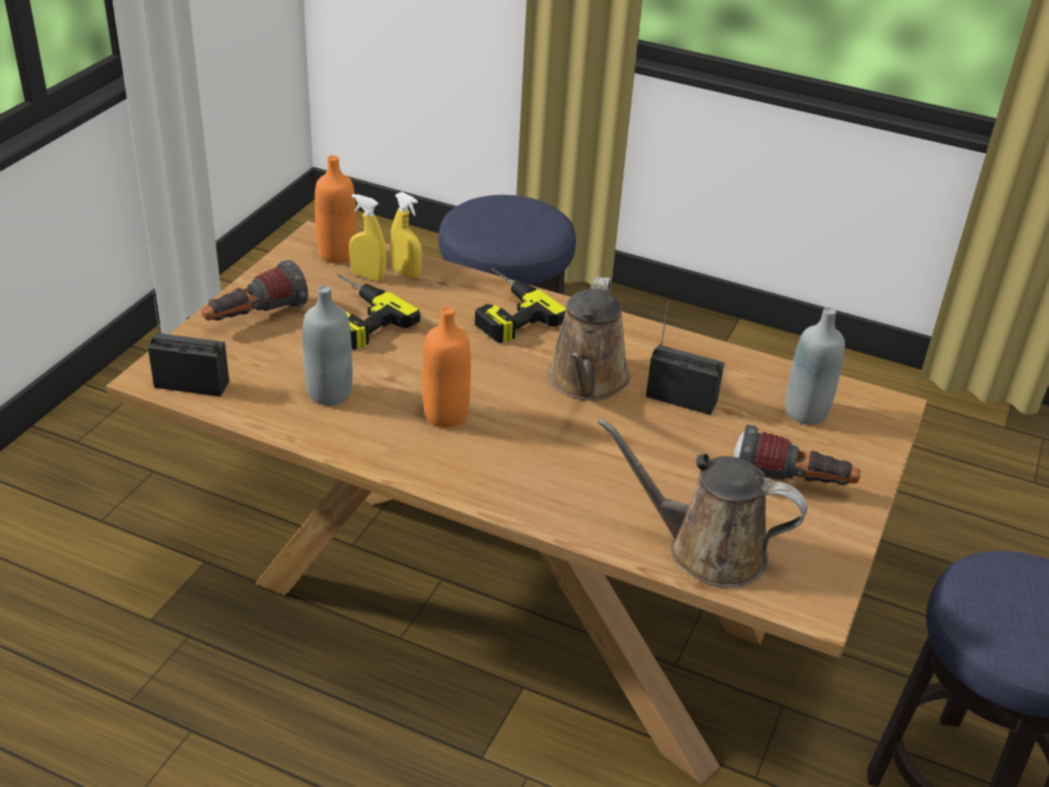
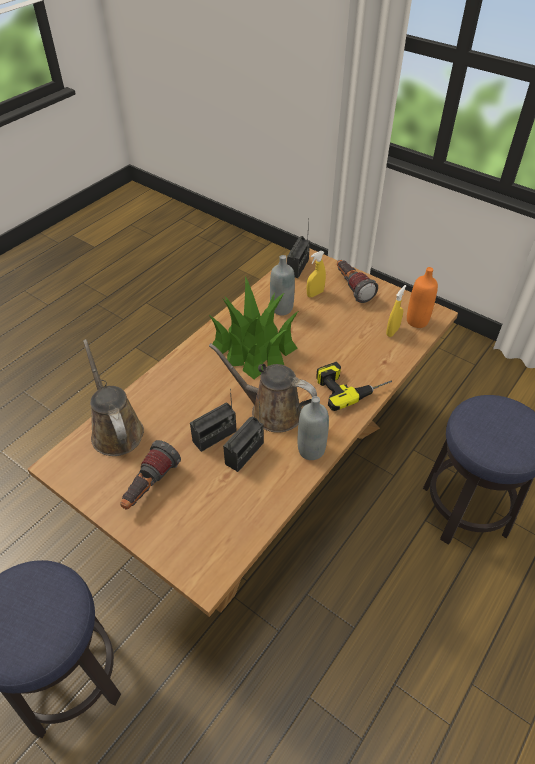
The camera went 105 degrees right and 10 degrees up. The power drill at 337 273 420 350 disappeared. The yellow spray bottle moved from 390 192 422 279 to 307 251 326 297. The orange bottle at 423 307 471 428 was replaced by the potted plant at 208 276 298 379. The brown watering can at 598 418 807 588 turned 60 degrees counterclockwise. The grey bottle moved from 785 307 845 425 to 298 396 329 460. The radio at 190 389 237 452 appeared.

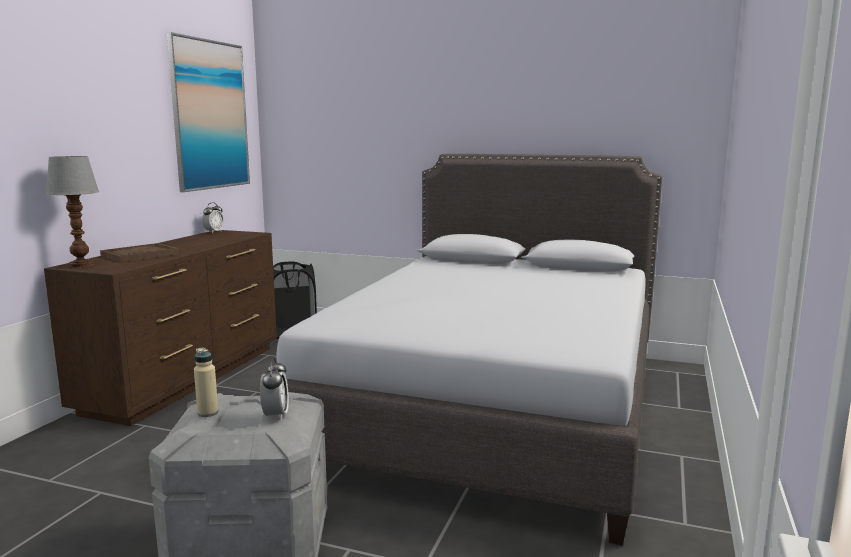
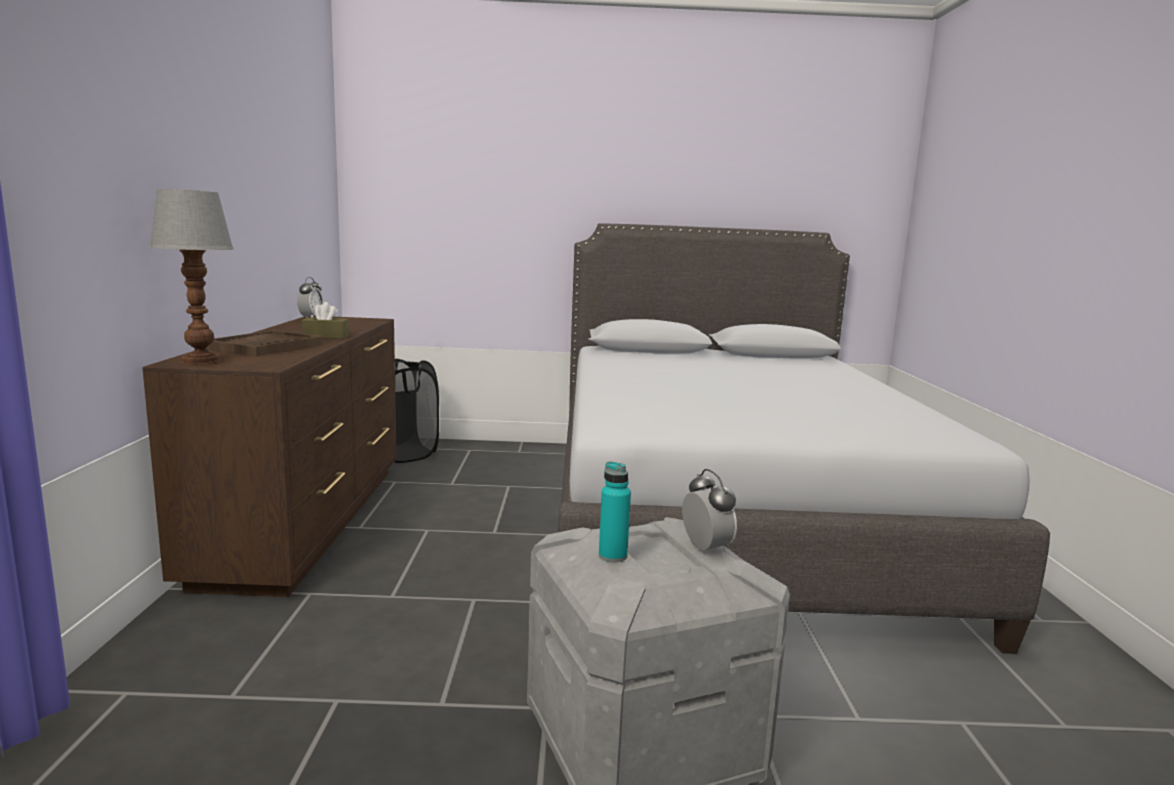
The camera went 20 degrees left and 0 degrees up. The picture at 167 32 250 192 disappeared. The beige bottle at 194 348 218 417 became the turquoise bottle at 599 462 631 562. The brown tissue box at 302 302 349 339 appeared.

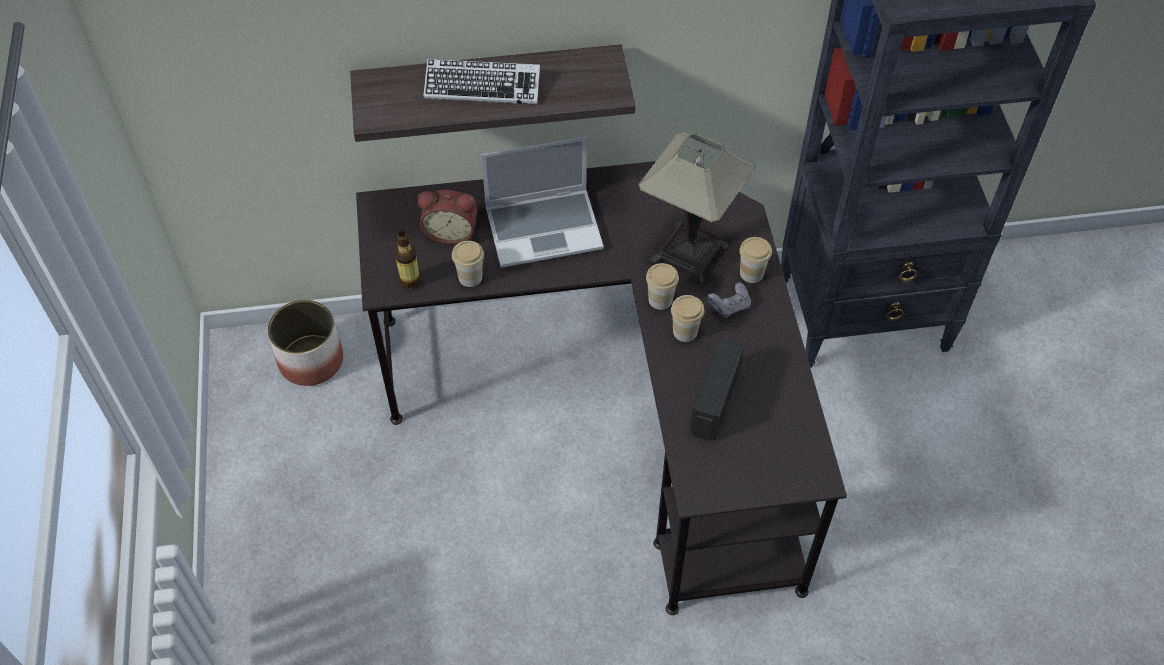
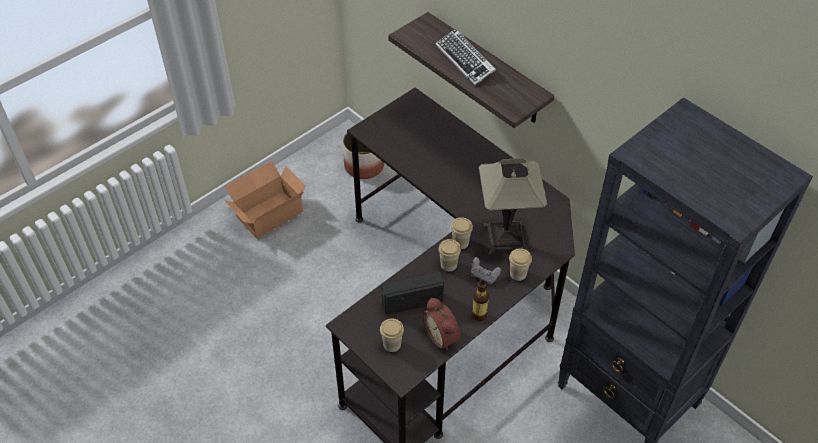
The camera went 55 degrees right and 5 degrees down. The bottle moved from 395 230 421 290 to 472 280 489 321. The alarm clock moved from 418 190 477 244 to 423 297 460 351. The cup moved from 452 241 484 287 to 380 319 404 352. The laptop at 481 137 604 268 disappeared. The cardboard box at 224 161 306 239 appeared.

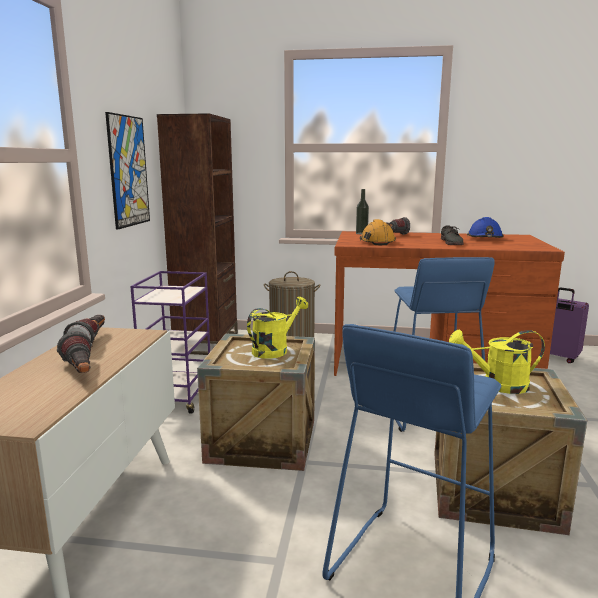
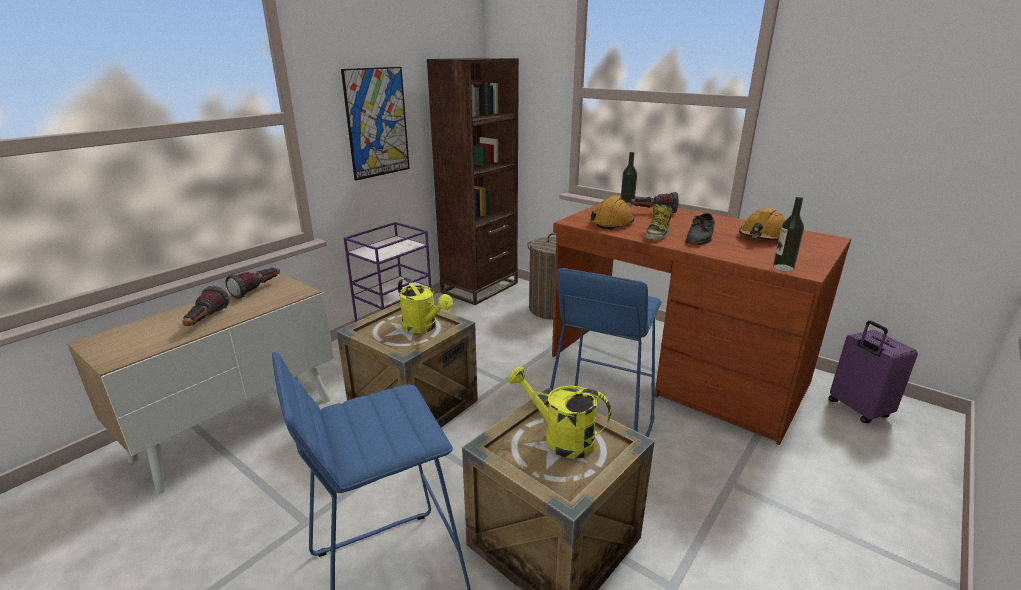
The camera went 30 degrees right and 10 degrees up. The yellow watering can at 247 297 308 359 turned 60 degrees clockwise. The blue hard hat at 467 217 504 238 became the orange hard hat at 739 208 785 241. The boot at 645 204 672 241 appeared. The bottle at 773 197 804 272 appeared.

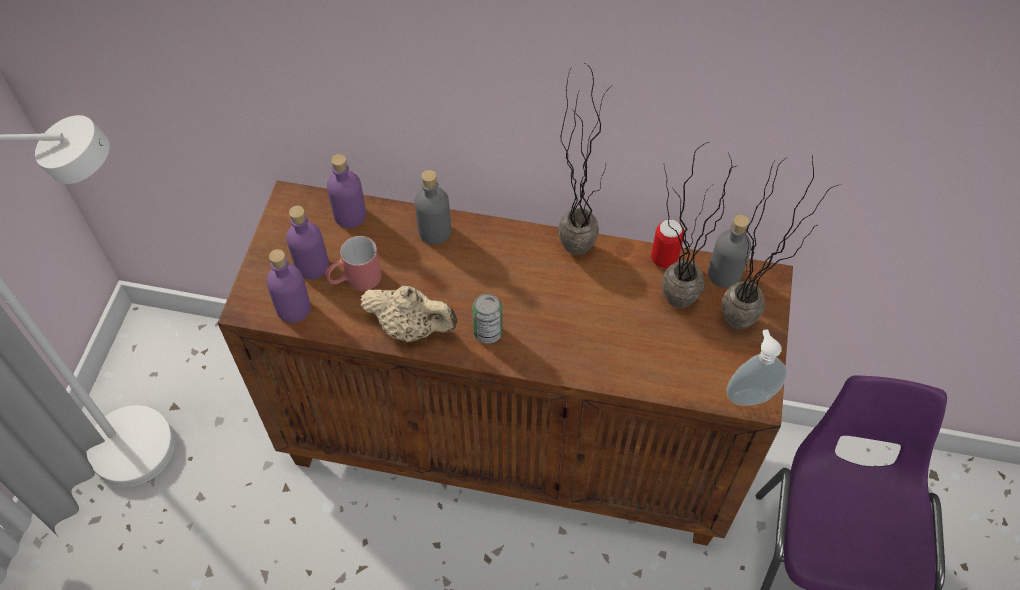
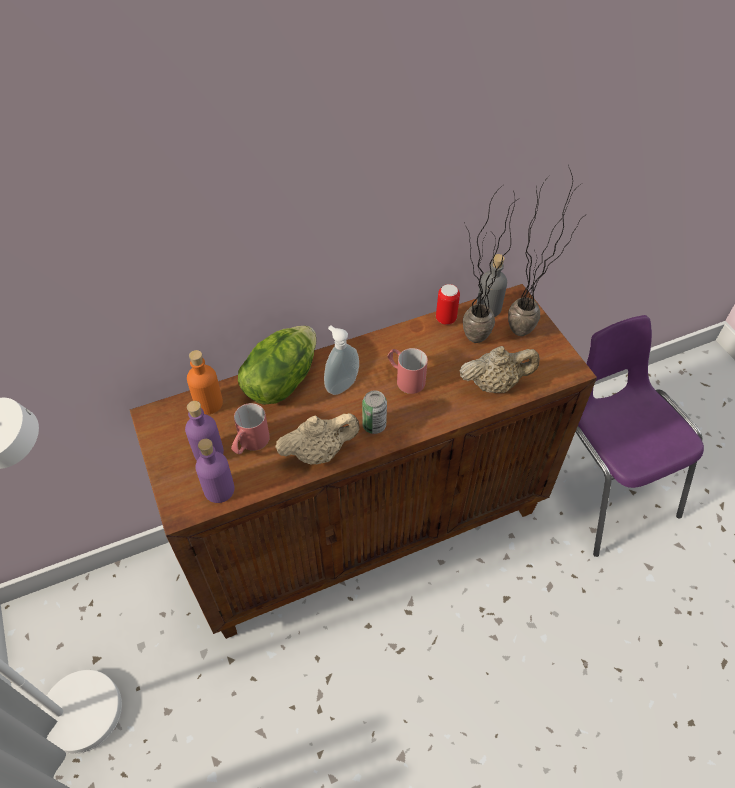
The camera went 35 degrees left and 5 degrees down. The purple bottle at 327 154 366 228 became the orange bottle at 187 350 223 414. The grey bottle at 414 170 451 245 was replaced by the lettuce at 238 326 317 405. The potted plant at 558 64 609 255 disappeared. The soap dispenser moved from 726 329 787 406 to 324 325 359 395. The red mug at 387 348 428 394 appeared. The beige teapot at 460 346 540 393 appeared.

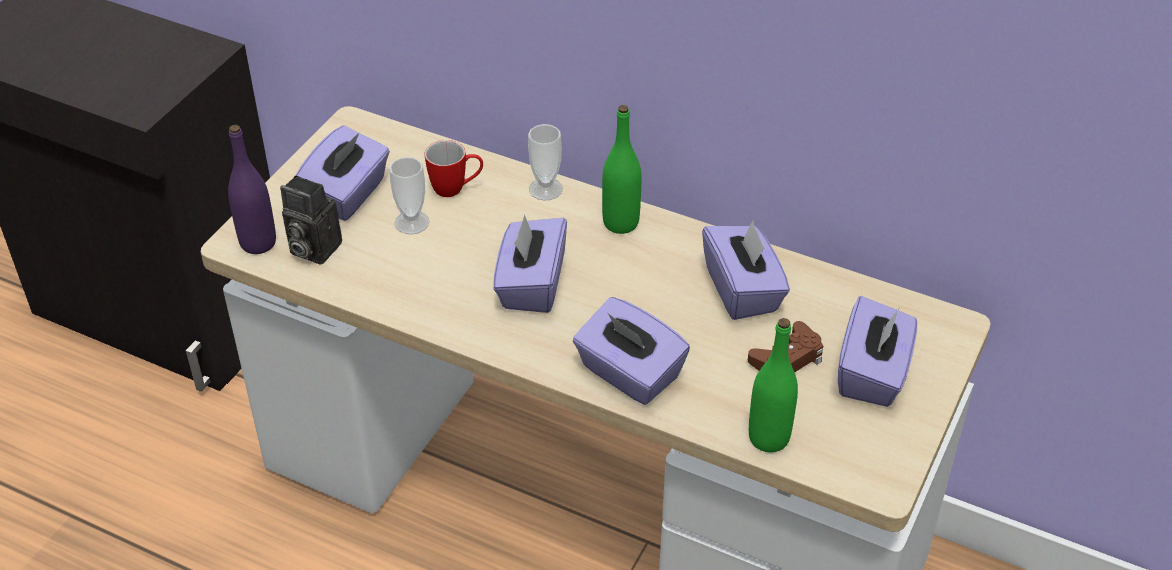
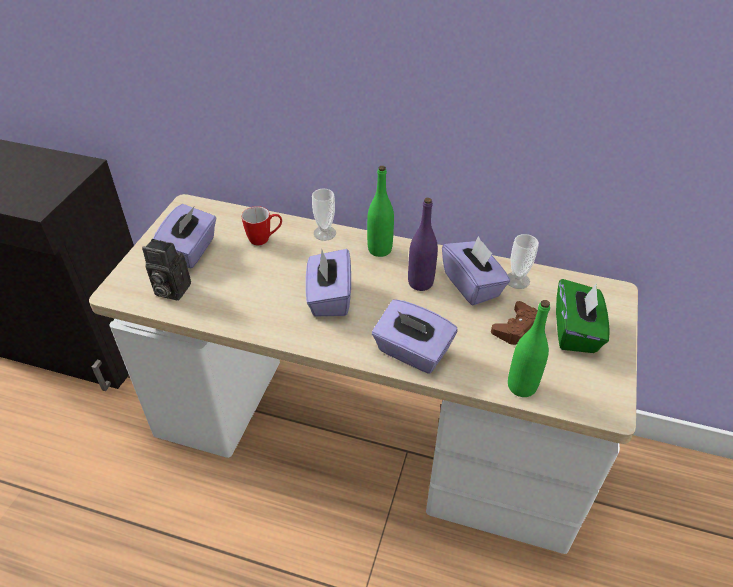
The camera went 10 degrees left and 0 degrees up. The purple bottle moved from 228 125 276 254 to 408 198 438 291. The cup moved from 389 157 430 234 to 508 234 539 289. The purple tissue box at 838 296 917 407 became the green tissue box at 556 279 610 353.

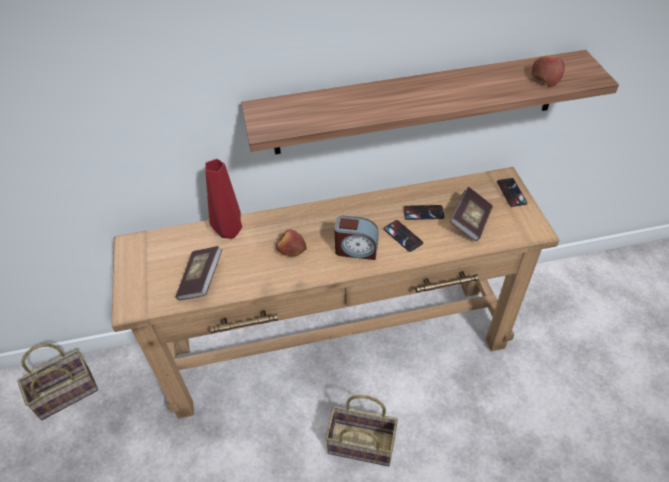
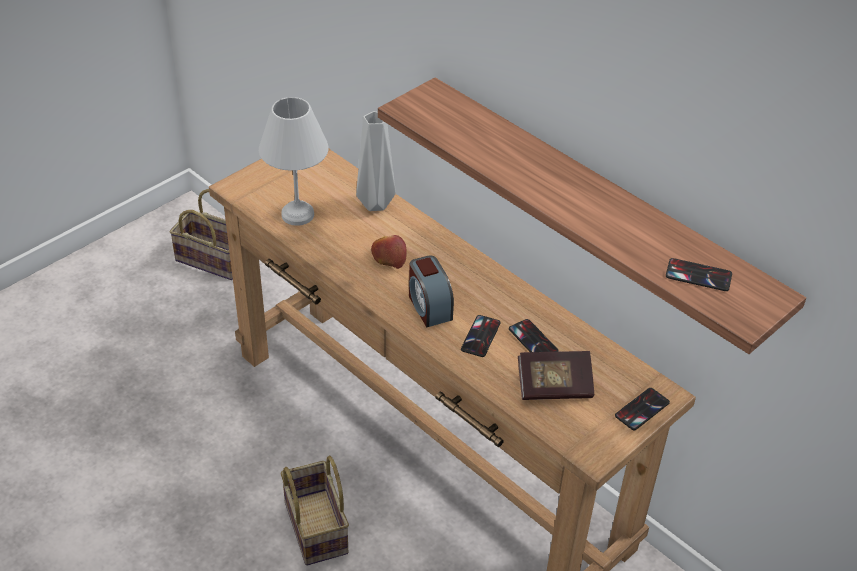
The camera went 55 degrees right and 5 degrees down. The book at 176 246 222 301 was replaced by the white table lamp at 259 97 329 226. The red vase at 205 159 242 239 became the grey vase at 356 111 396 211. The apple at 532 55 565 87 was replaced by the phone at 666 258 732 291.

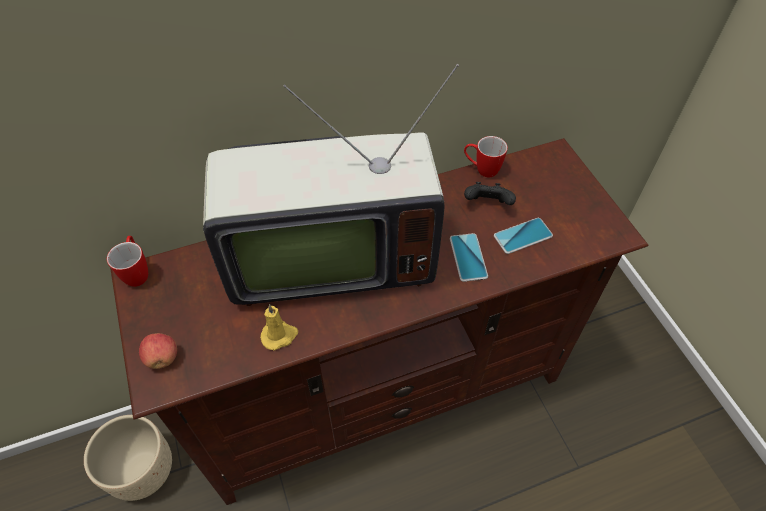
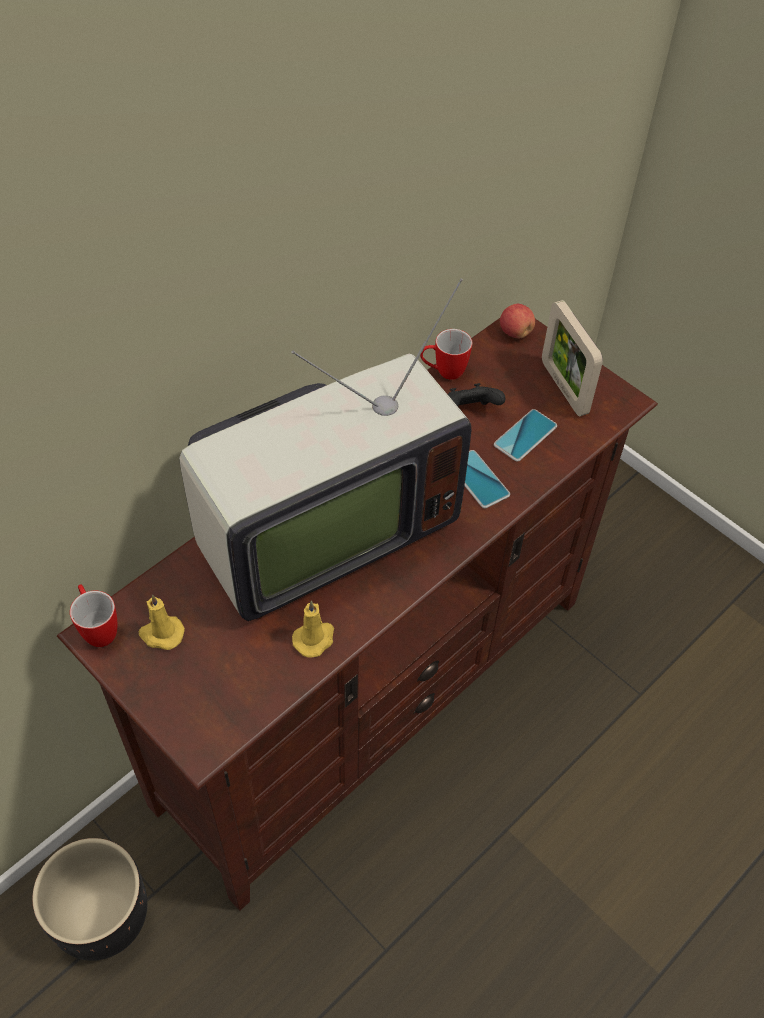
The camera went 25 degrees left and 0 degrees up. The beige planter at 84 415 172 501 became the black planter at 32 838 147 961. The apple moved from 139 333 177 369 to 500 304 535 338. The yellow candle at 138 595 185 650 appeared. The picture frame at 542 300 603 416 appeared.

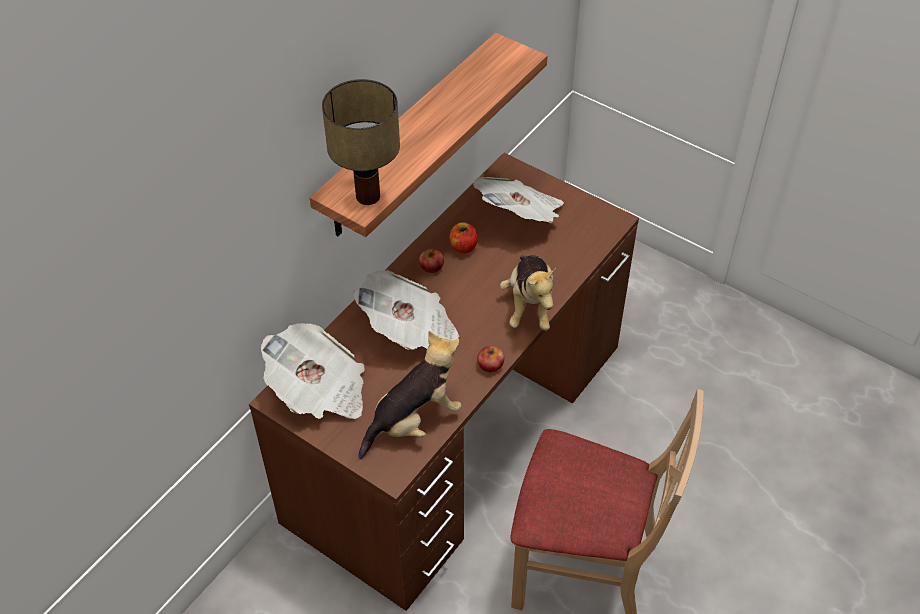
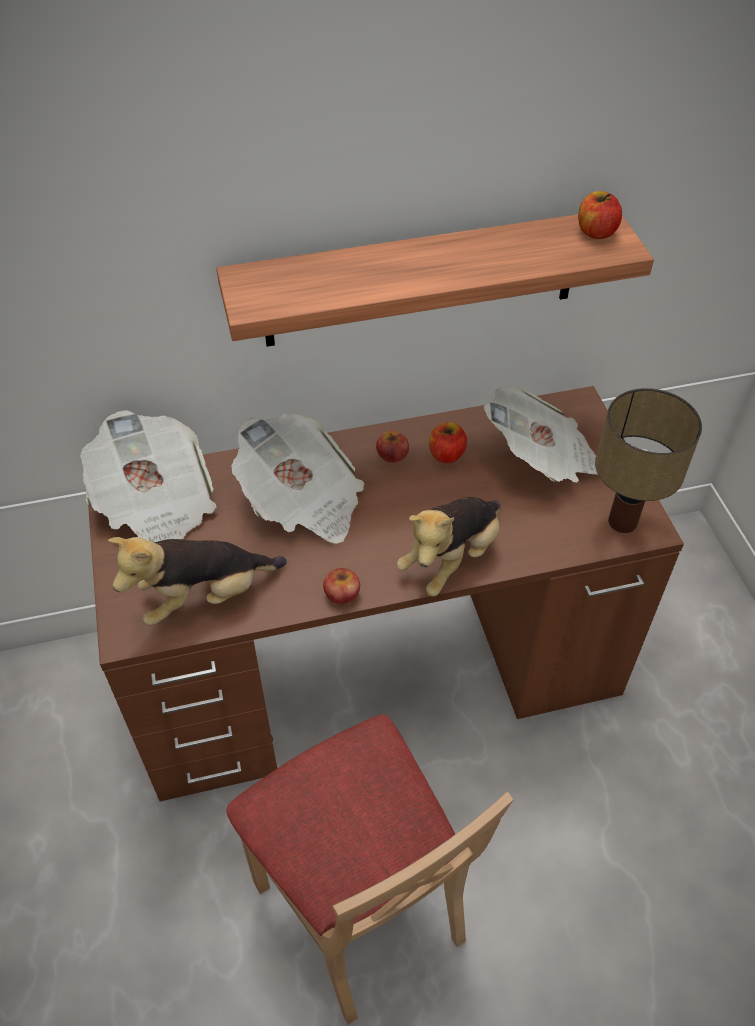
The camera went 40 degrees right and 0 degrees up. The table lamp moved from 322 79 400 205 to 595 388 702 533. The plush toy at 358 331 461 459 turned 150 degrees clockwise. The apple at 578 191 622 239 appeared.

